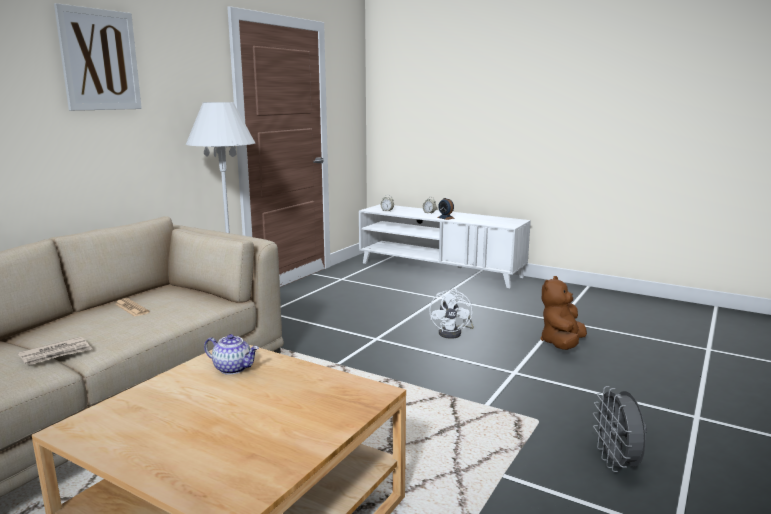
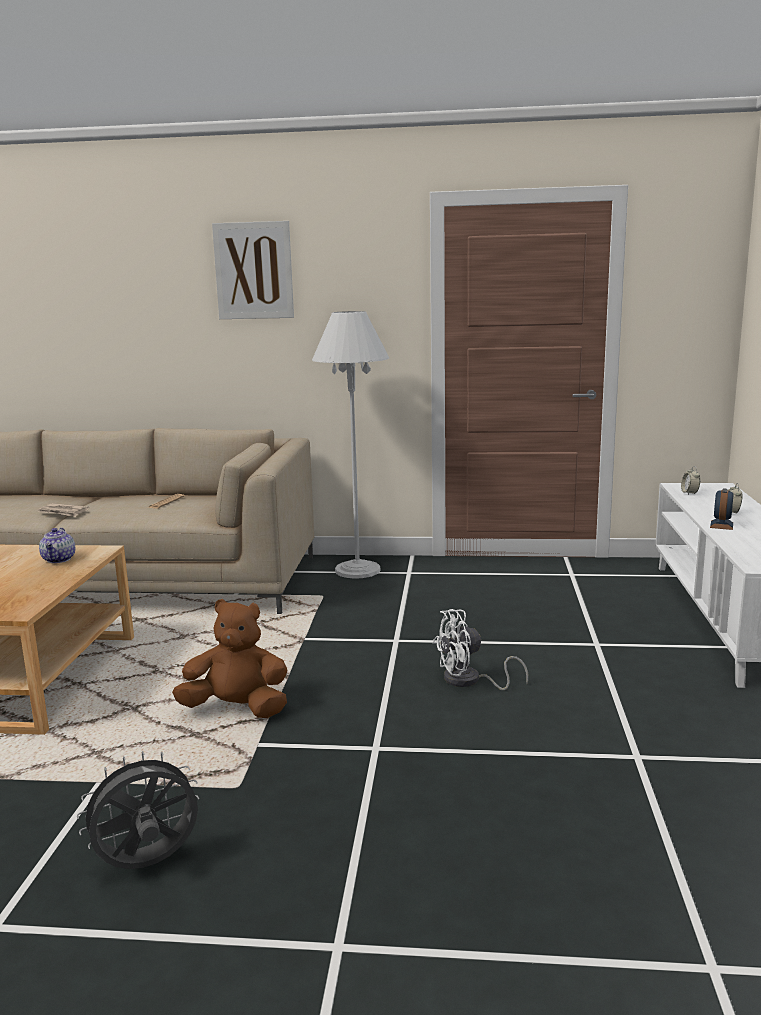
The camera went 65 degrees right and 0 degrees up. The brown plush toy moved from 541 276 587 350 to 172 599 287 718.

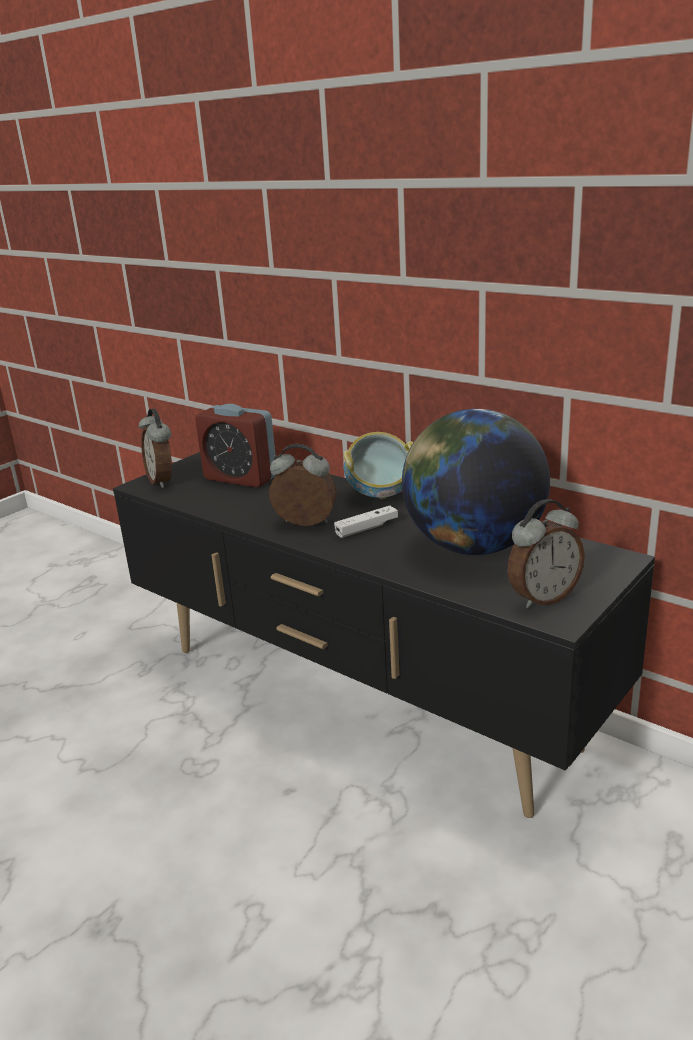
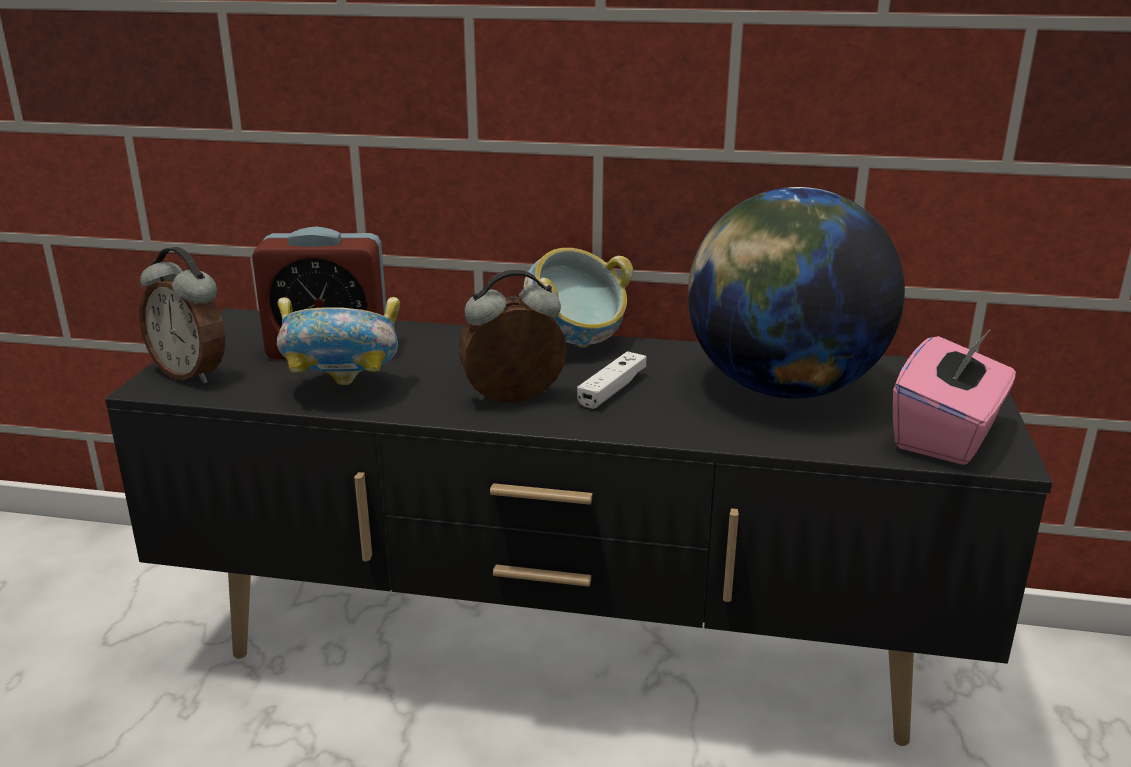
The camera went 30 degrees left and 0 degrees up. The alarm clock at 507 499 585 608 was replaced by the pink tissue box at 893 329 1016 465. The bowl at 277 297 400 385 appeared.

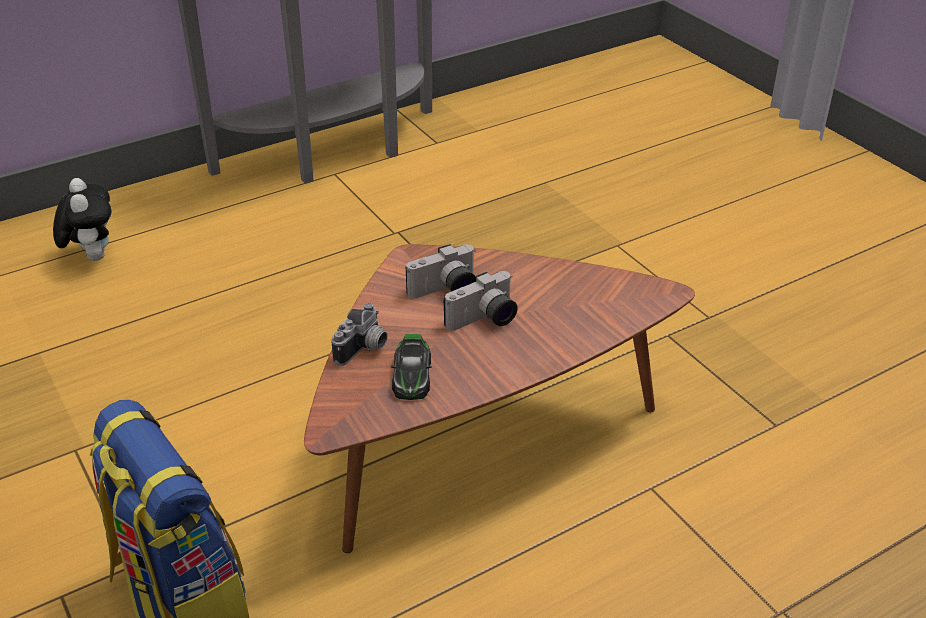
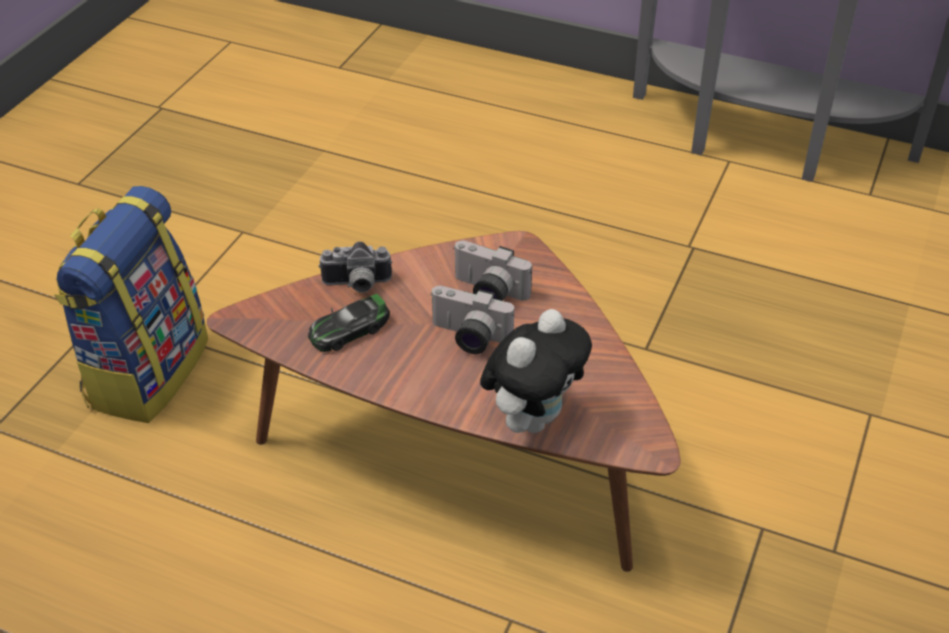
The camera went 55 degrees right and 5 degrees up. The plush toy moved from 53 178 112 261 to 480 309 592 433.

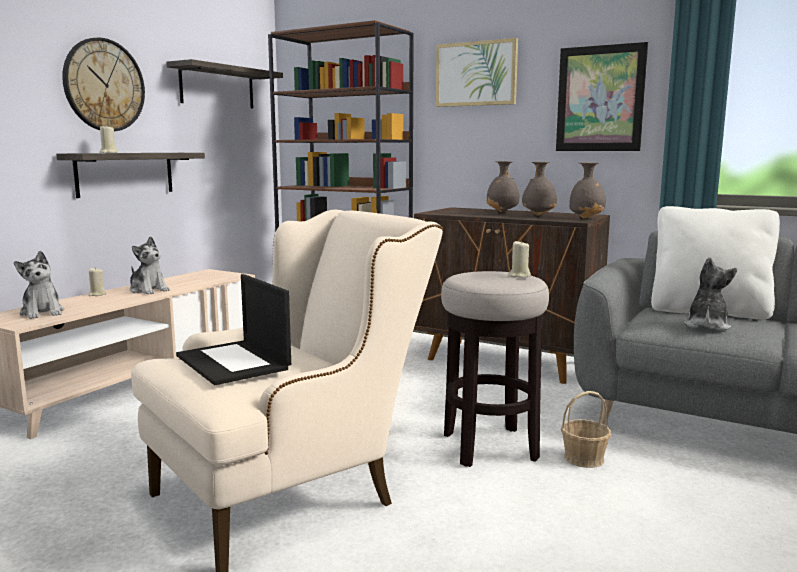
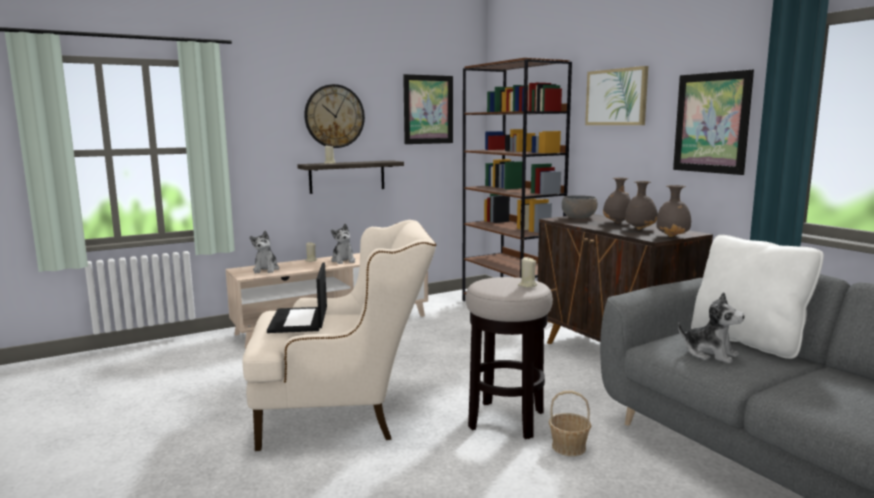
The camera went 30 degrees right and 0 degrees up. The shelf at 166 59 283 108 was replaced by the picture at 403 74 453 144. The plush toy at 684 257 737 331 turned 75 degrees clockwise. The grey bowl at 562 195 598 219 appeared.

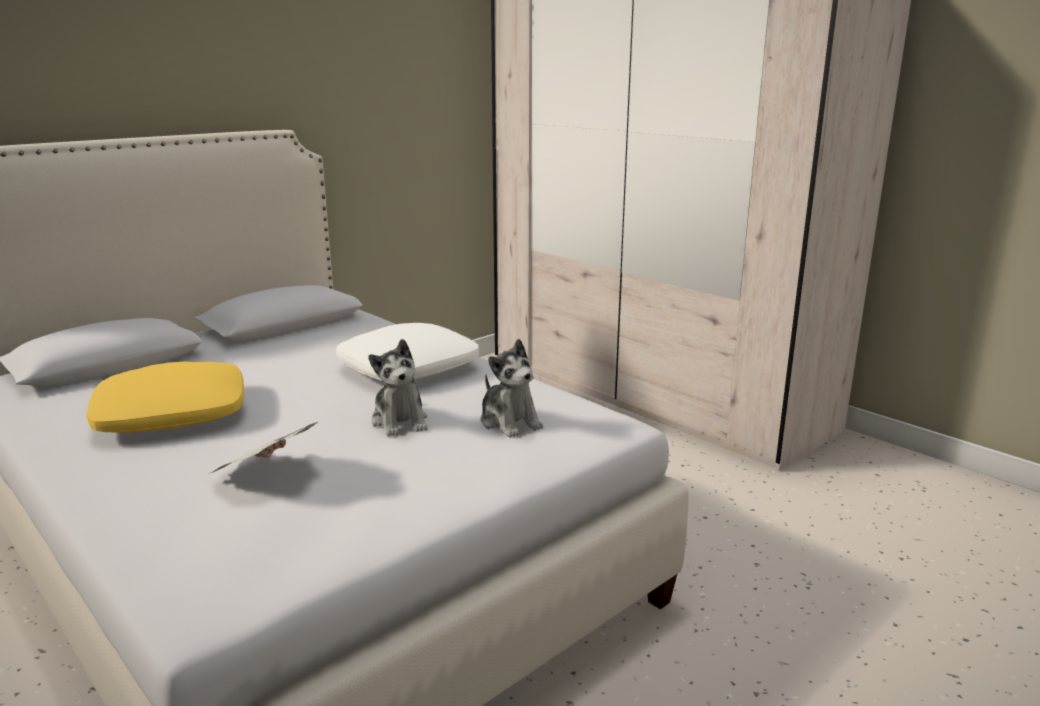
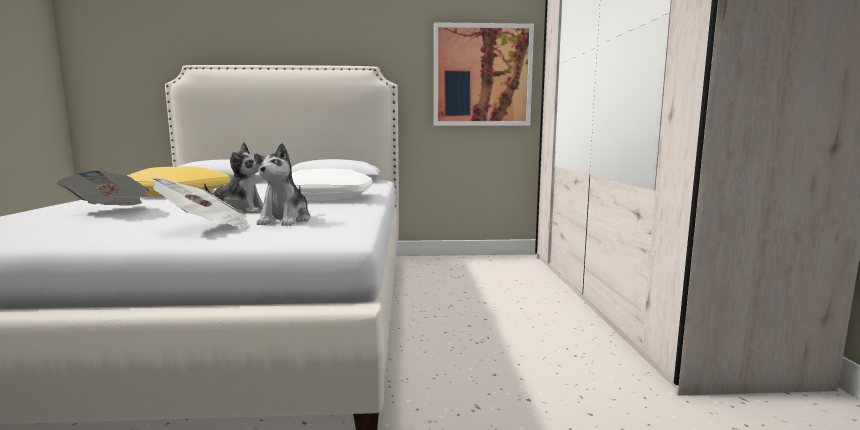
The camera went 40 degrees right and 10 degrees down. The plush toy at 368 339 428 437 turned 105 degrees counterclockwise. The newspaper at 151 178 250 229 appeared. The picture at 434 22 534 126 appeared.

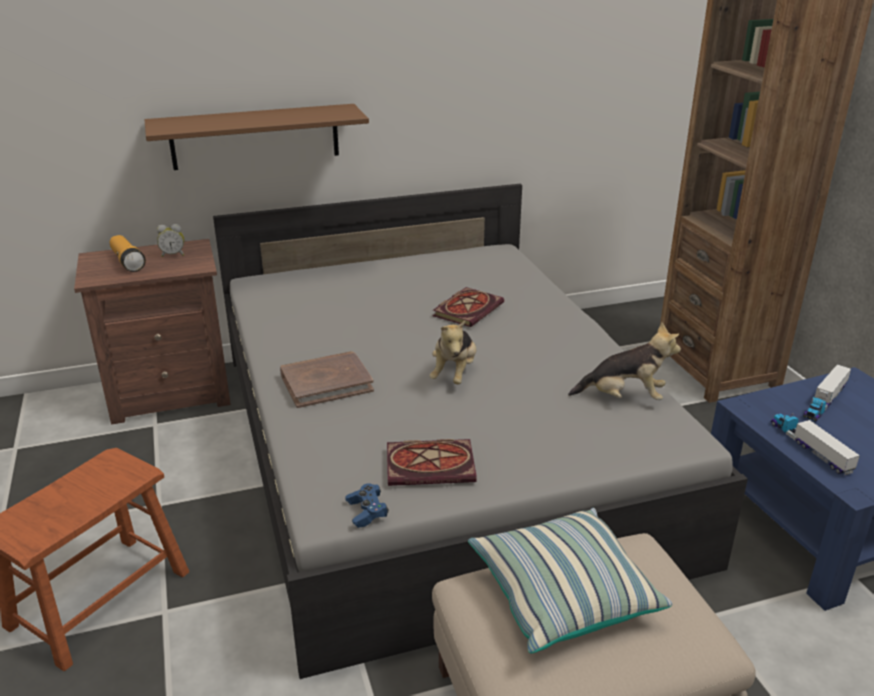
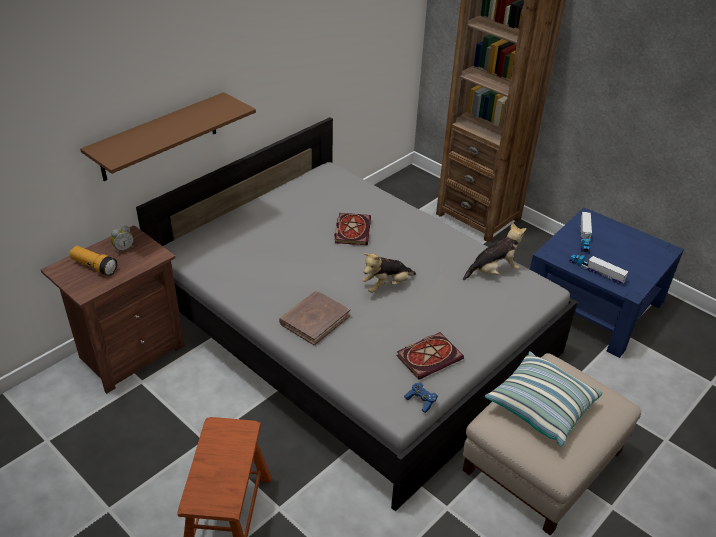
The camera went 30 degrees left and 10 degrees up. The plush toy at 429 320 476 385 turned 75 degrees clockwise.

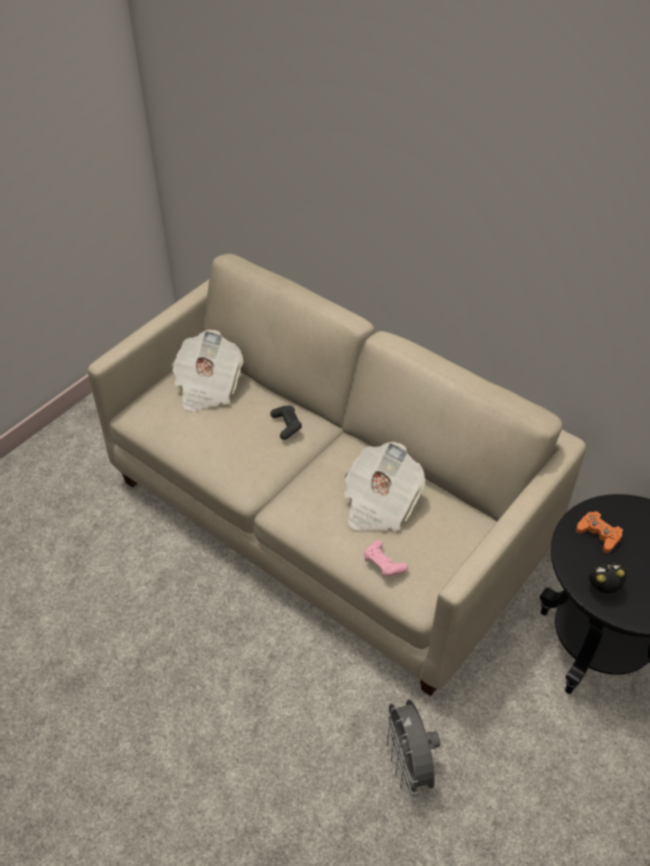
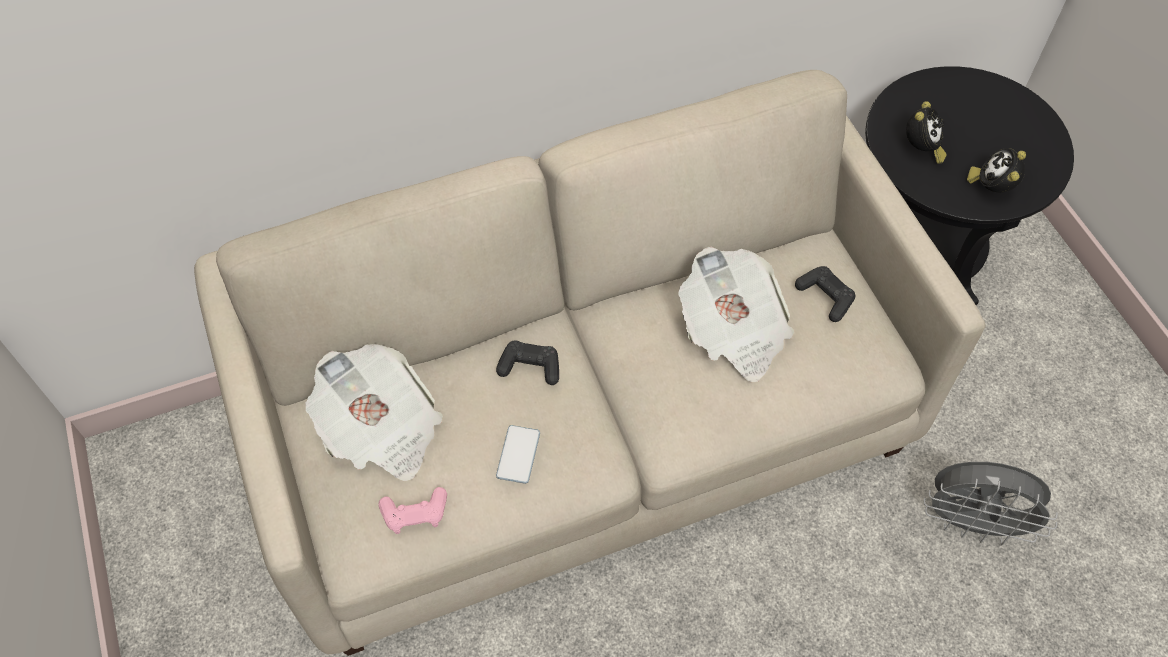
The camera went 60 degrees left and 10 degrees up. The pink game controller moved from 364 540 408 577 to 379 487 447 534. The orange game controller at 576 511 623 553 was replaced by the alarm clock at 906 101 947 164. The phone at 496 425 540 484 appeared. The black game controller at 795 266 856 322 appeared.

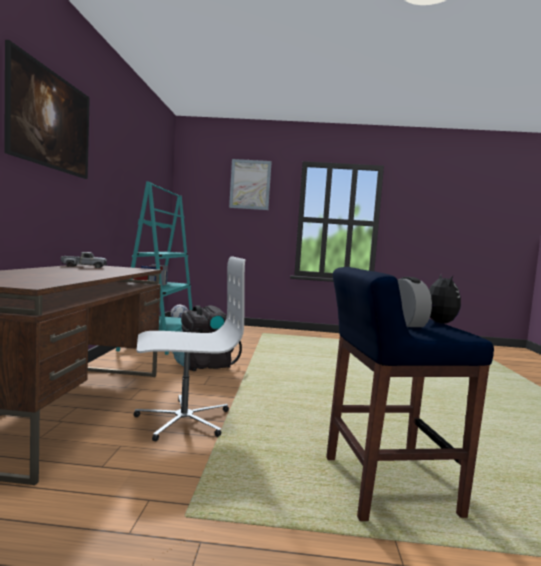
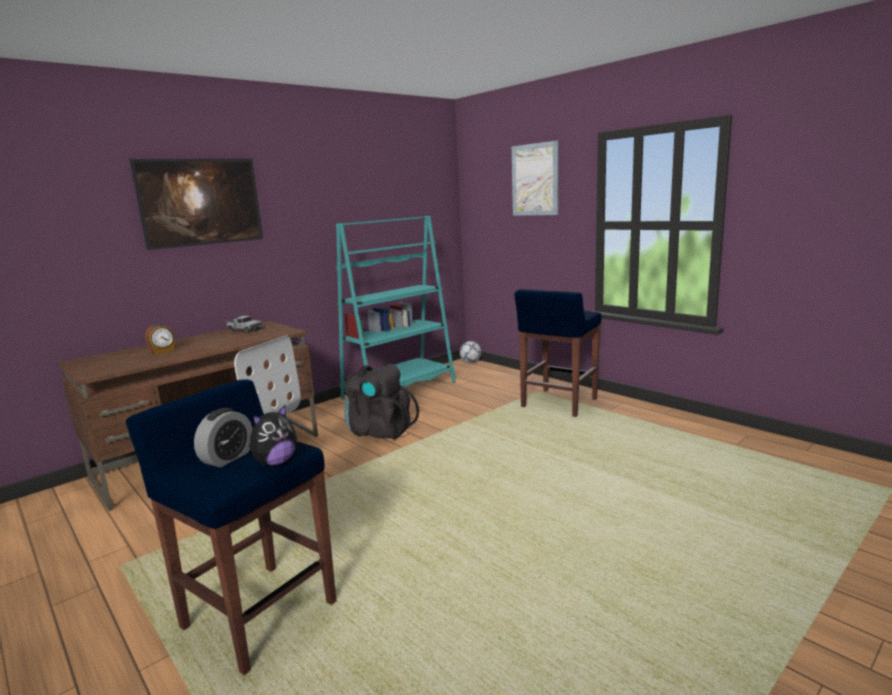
The camera went 45 degrees right and 10 degrees up. The alarm clock at 145 323 174 355 appeared. The blue stool at 515 289 602 417 appeared.

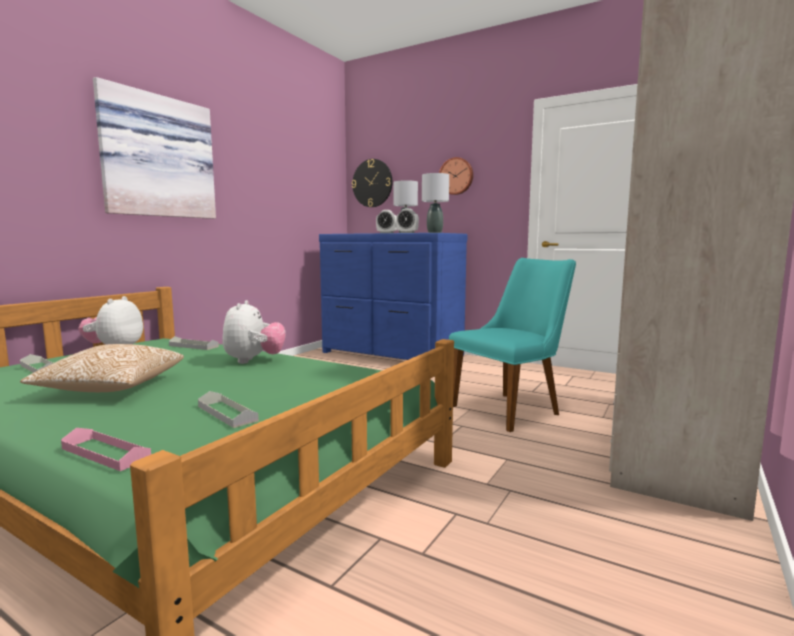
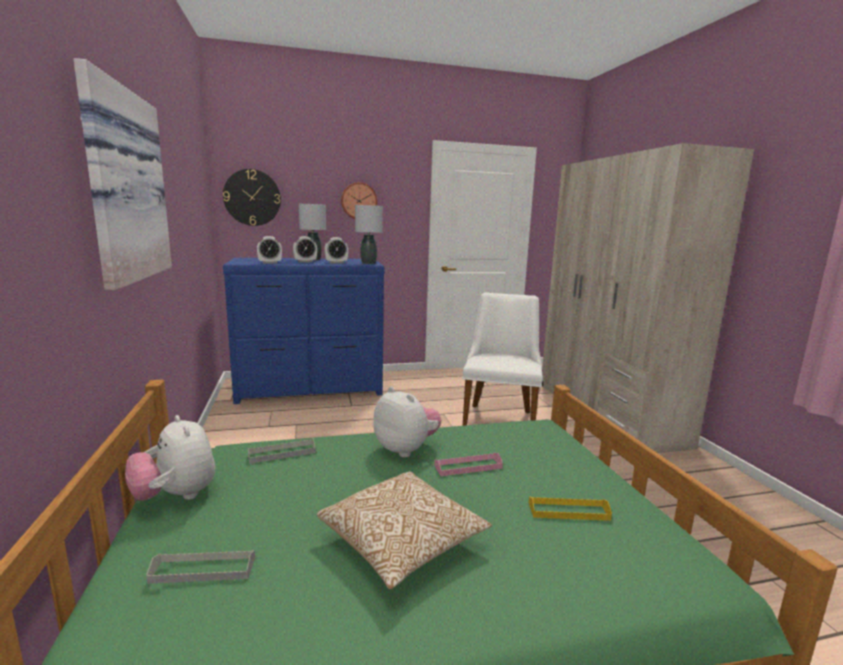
The camera went 45 degrees left and 5 degrees up. The pink tray moved from 61 428 151 471 to 434 453 503 476. The grey tray at 198 391 259 428 became the yellow tray at 529 496 612 521. The turquoise chair at 449 258 576 432 became the white chair at 462 293 543 426. The alarm clock at 257 236 282 264 appeared.

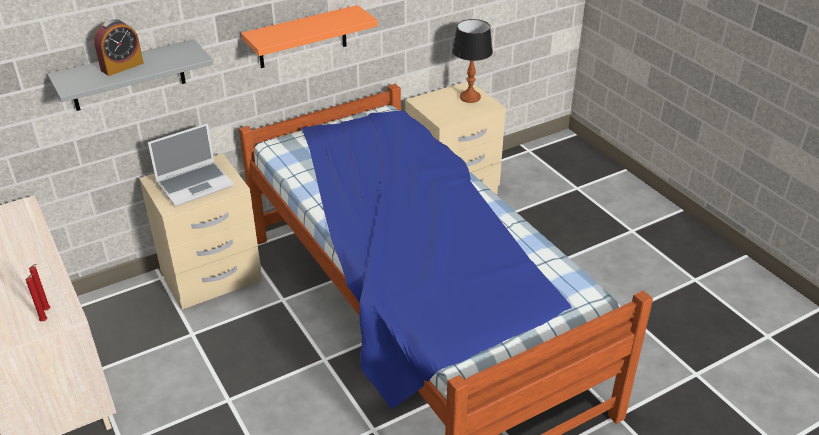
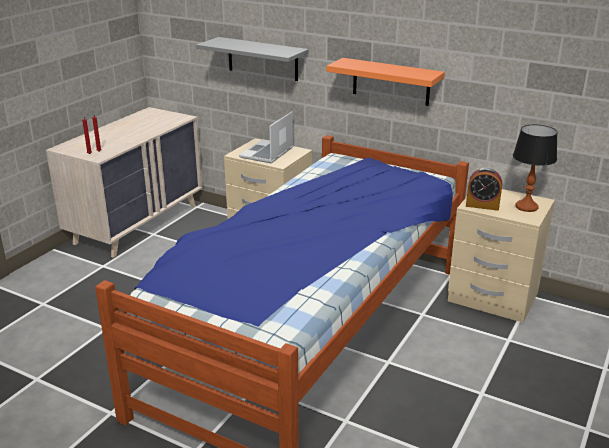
The camera went 60 degrees right and 10 degrees down. The alarm clock moved from 94 19 143 76 to 466 168 502 211. The laptop at 148 123 234 206 turned 90 degrees clockwise.

